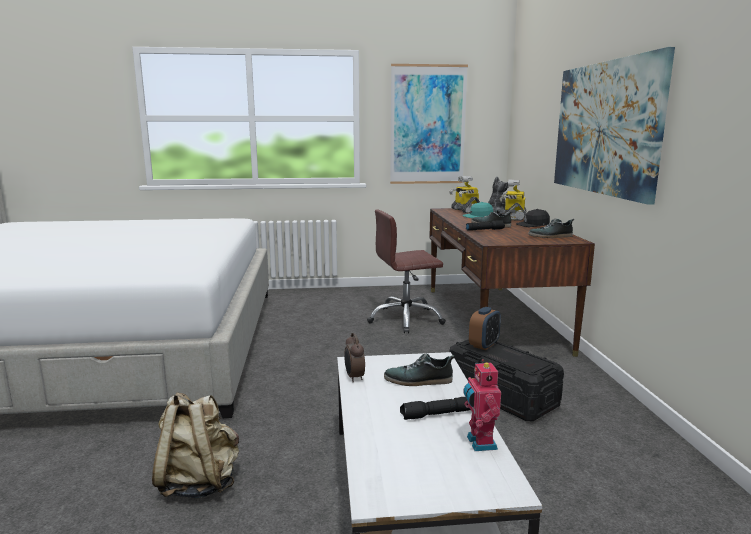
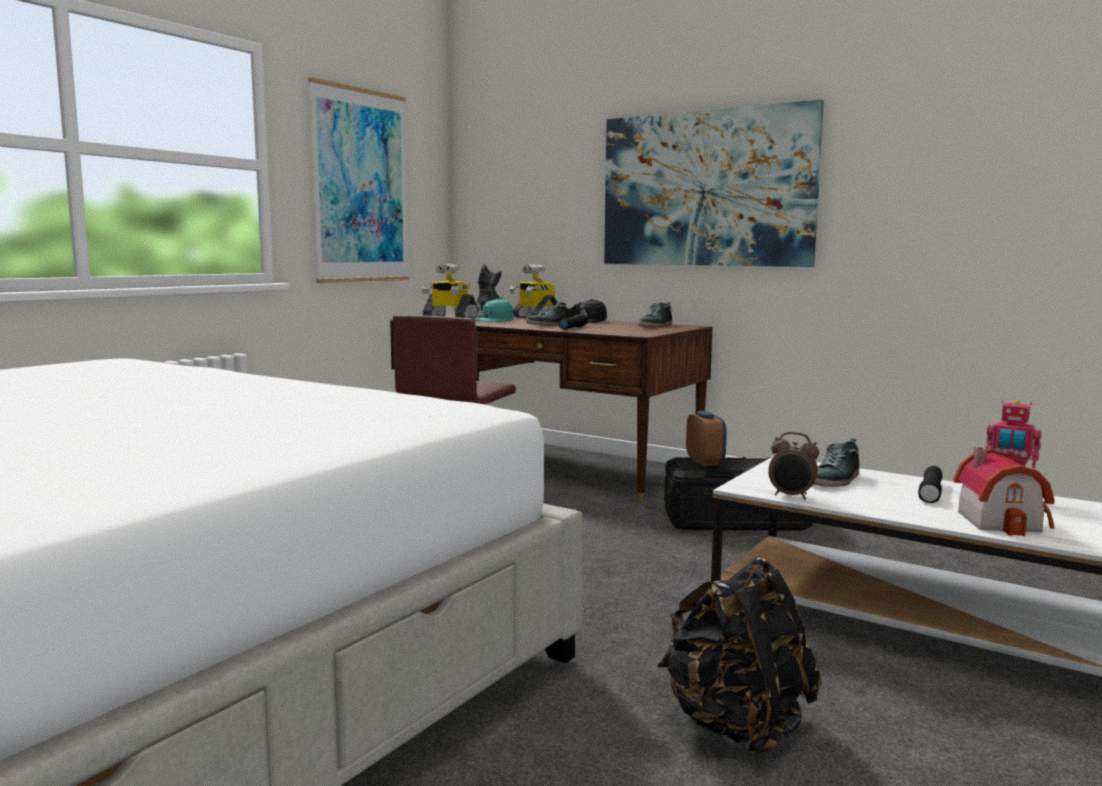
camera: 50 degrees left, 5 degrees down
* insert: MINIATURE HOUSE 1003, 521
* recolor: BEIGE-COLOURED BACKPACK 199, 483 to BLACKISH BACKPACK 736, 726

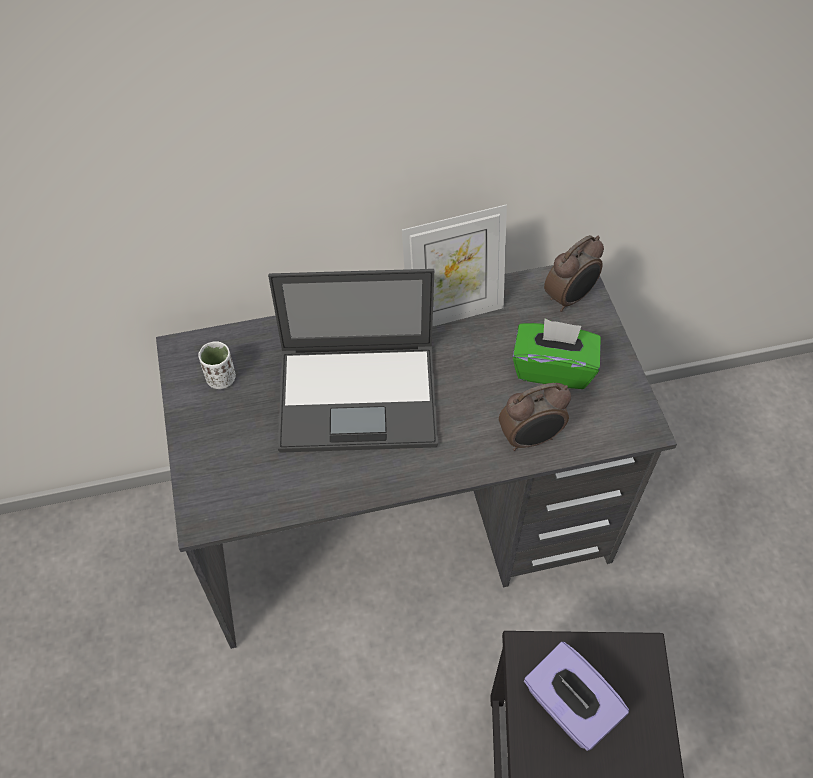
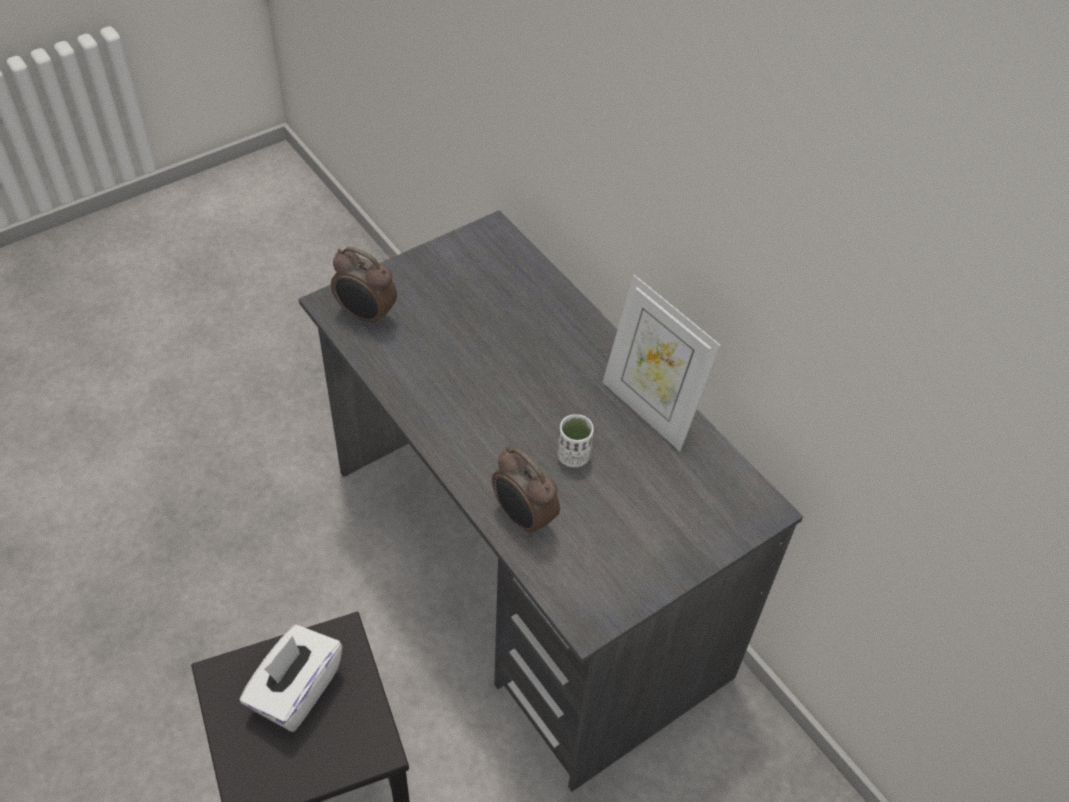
camera: 65 degrees right, 5 degrees down
* delete: NOTEBOOK COMPUTER 360, 396
* delete: GREEN TISSUE HOLDER 552, 368
* move: WHITISH DRINKING CUP 221, 378 to 573, 456
* move: BEDSIDE CLOCK 570, 298 to 366, 316
* recolor: PURPLE TISSUE HOLDER 569, 706 to WHITISH TISSUE HOLDER 296, 690

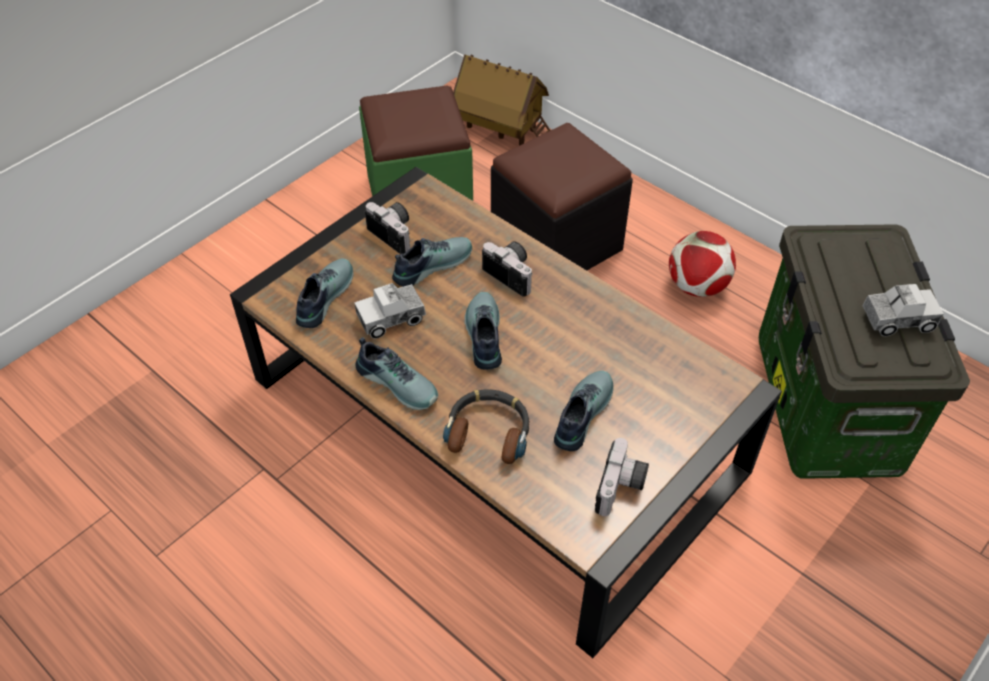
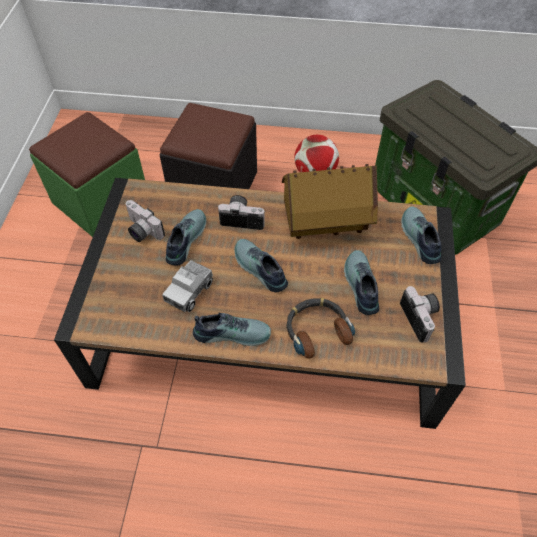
camera: 35 degrees left, 5 degrees up
* delete: TOY TRUCK 897, 320
* move: ITEM OF FOOTWEAR 322, 297 to 418, 239
* move: MINIATURE HOUSE 501, 129 to 326, 224
* rotate: STILL CAMERA 395, 234 = 141, 231 150 degrees counterclockwise

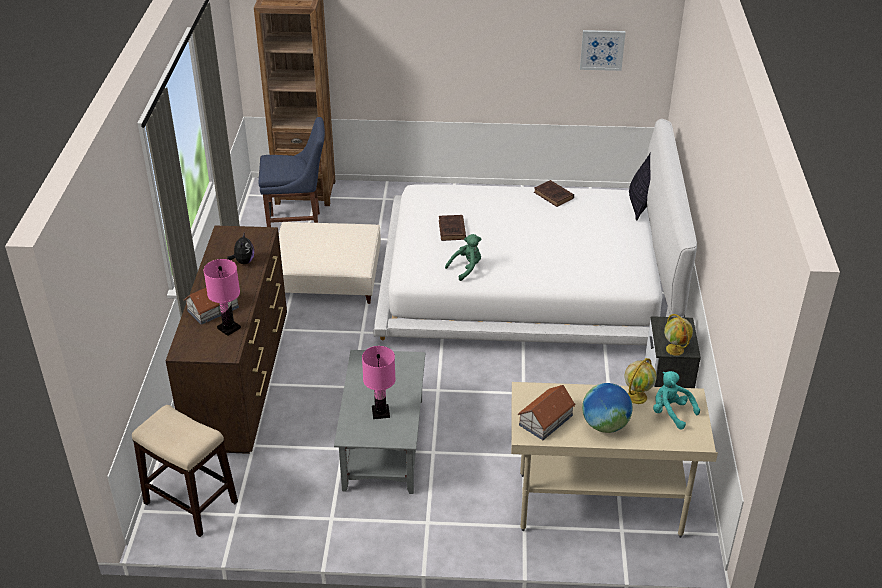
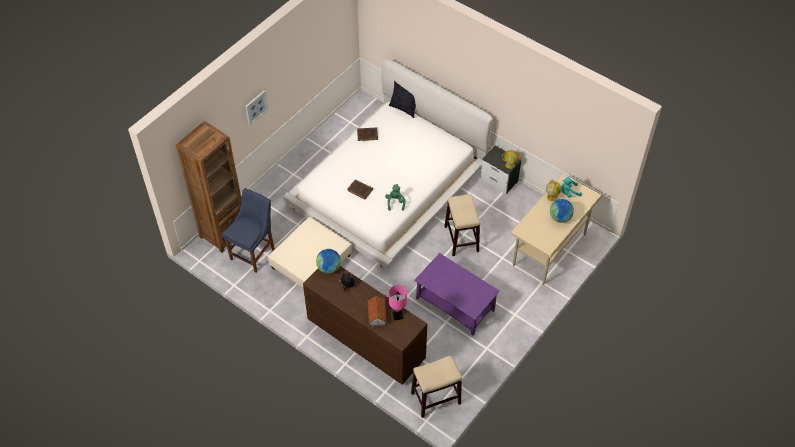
camera: 55 degrees left, 15 degrees up
* delete: PINK-COLOURED TABLE LAMP 380, 412
* delete: MINIATURE HOUSE 546, 420
* insert: GLOBE 329, 268
* insert: SITTING STOOL 461, 239
* move: WALL PICTURE 602, 49 to 256, 107
* recolor: GREYISH LOUNGE TABLE 384, 444 to PURPLE LOUNGE TABLE 456, 304

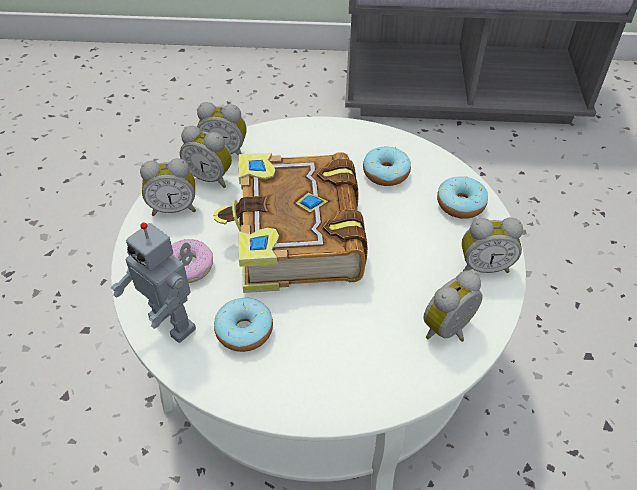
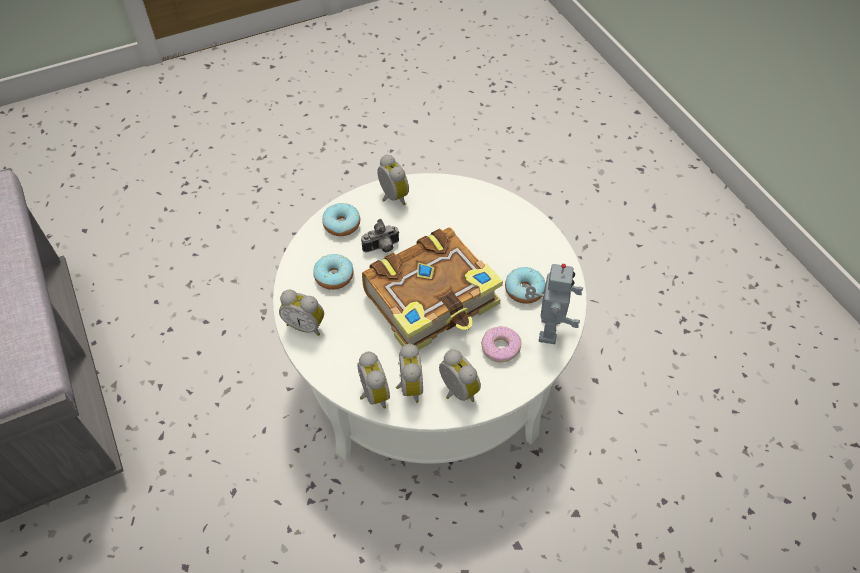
camera: 120 degrees left, 5 degrees up
* insert: STILL CAMERA 382, 248
* move: BEDSIDE CLOCK 450, 331 to 306, 325

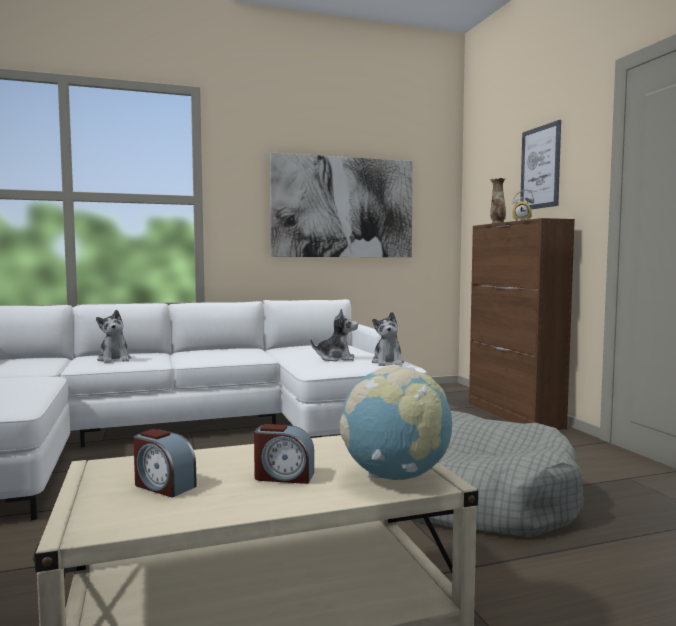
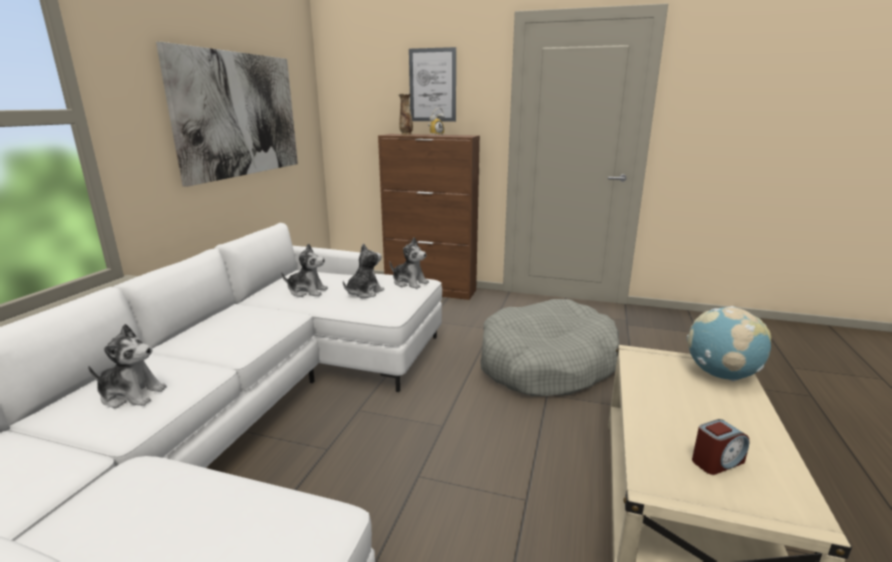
camera: 55 degrees left, 15 degrees up
* delete: BEDSIDE CLOCK 284, 476
* insert: SOFT TOY 307, 291

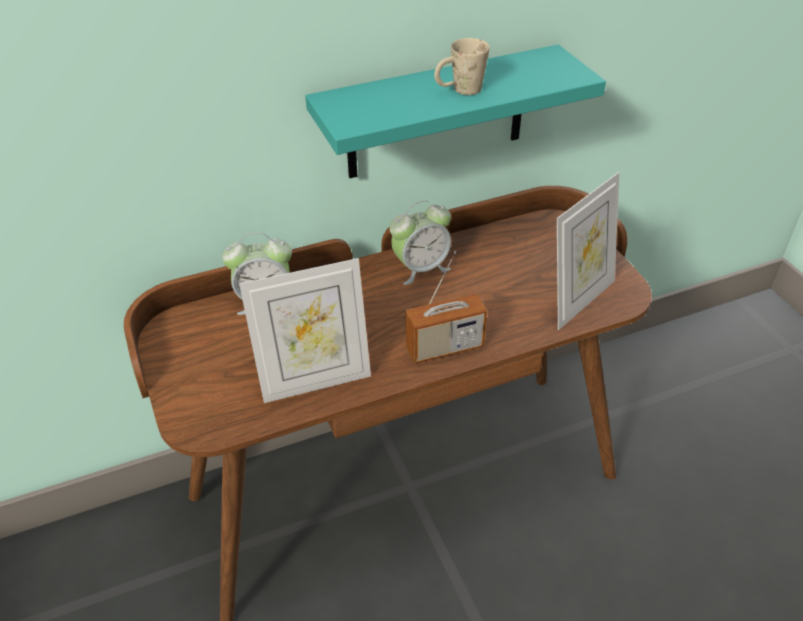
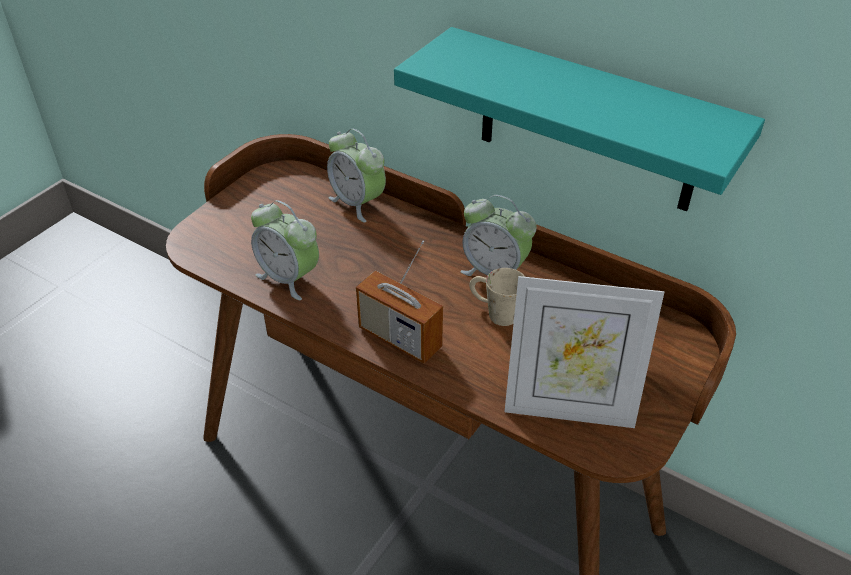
camera: 55 degrees right, 0 degrees up
* move: BEIGE-COLOURED TEA MUG 459, 91 to 494, 312
* replace: STANDING FRAME 315, 381 to BEDSIDE CLOCK 289, 278

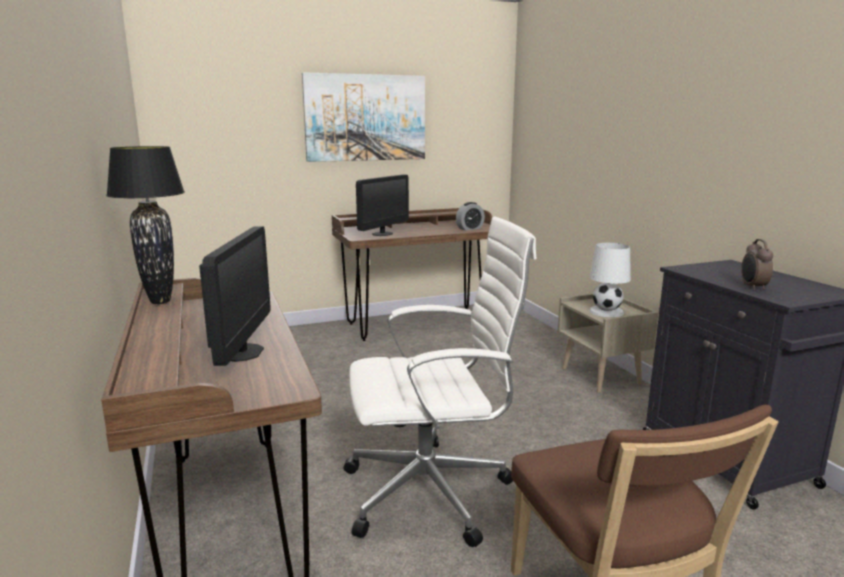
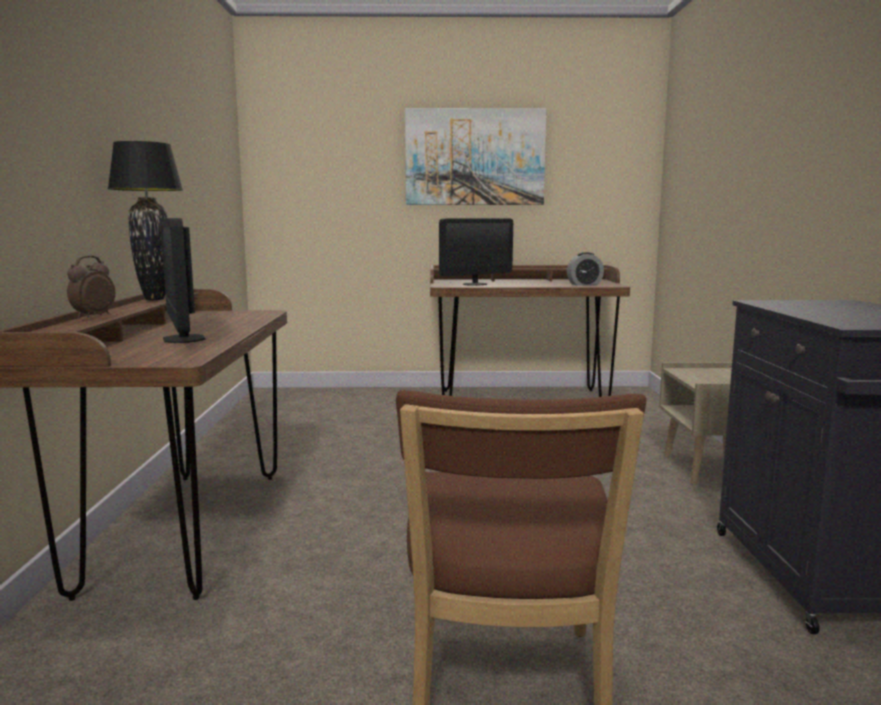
camera: 20 degrees right, 5 degrees down
* delete: WHITISH DESK CHAIR 432, 491
* delete: WHITISH TABLE LAMP 607, 312
* move: BEDSIDE CLOCK 752, 287 to 93, 316
* rotate: COMPUTER SCREEN 242, 352 = 184, 339 135 degrees clockwise

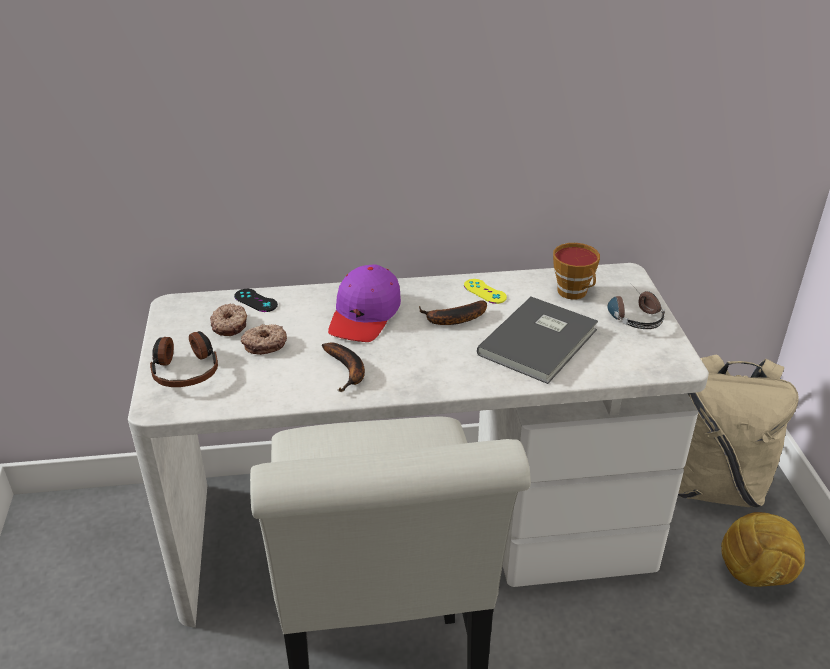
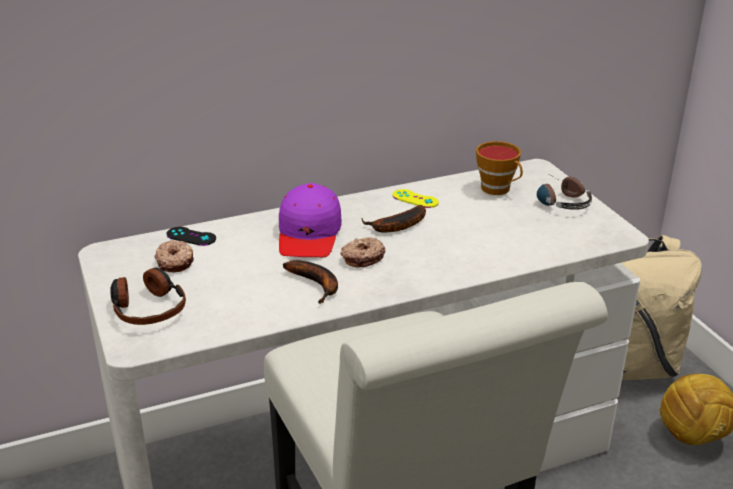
camera: 15 degrees left, 5 degrees down
* delete: GREYISH VOLUME 541, 342
* move: RING DOUGHNUT 264, 344 to 362, 257

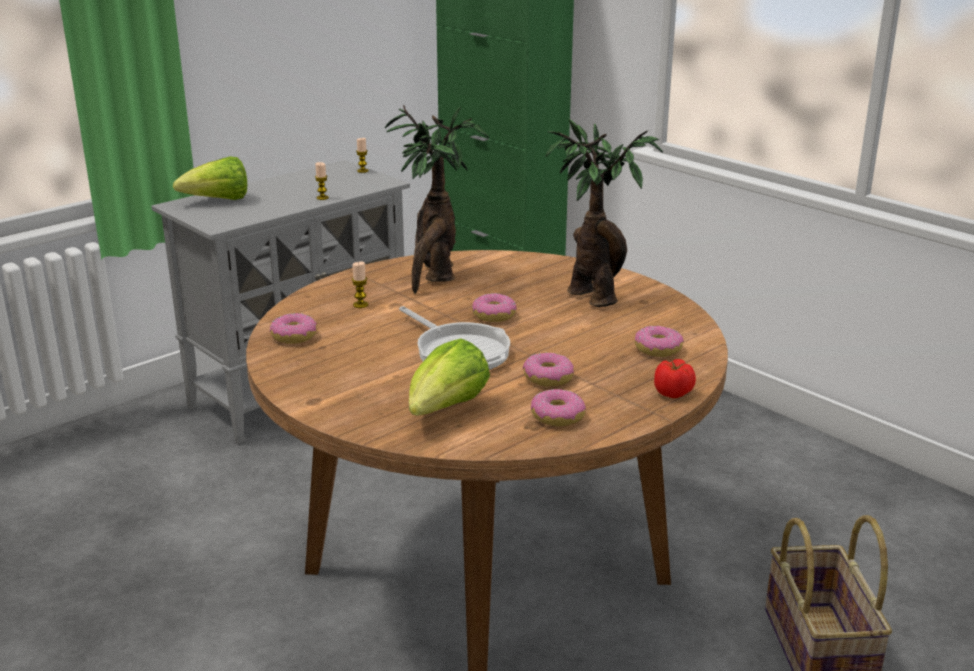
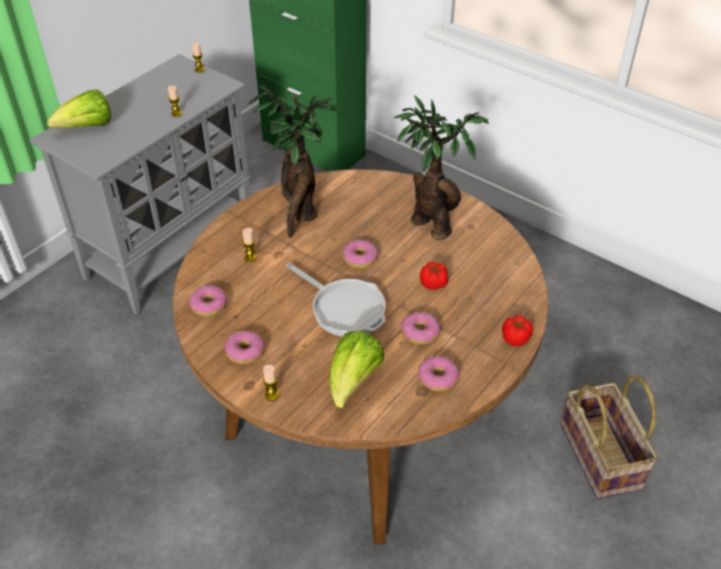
camera: 10 degrees left, 20 degrees up
* insert: WAX CANDLE 272, 395
* insert: WHOLE TOMATO 434, 284
* move: RING DOUGHNUT 658, 349 to 245, 352

